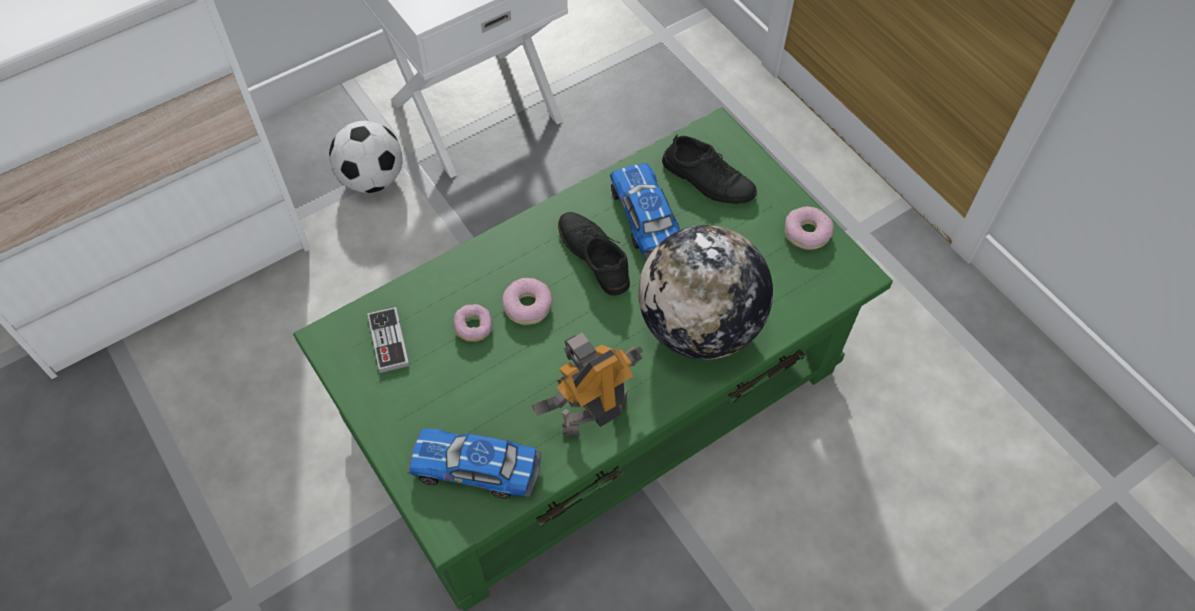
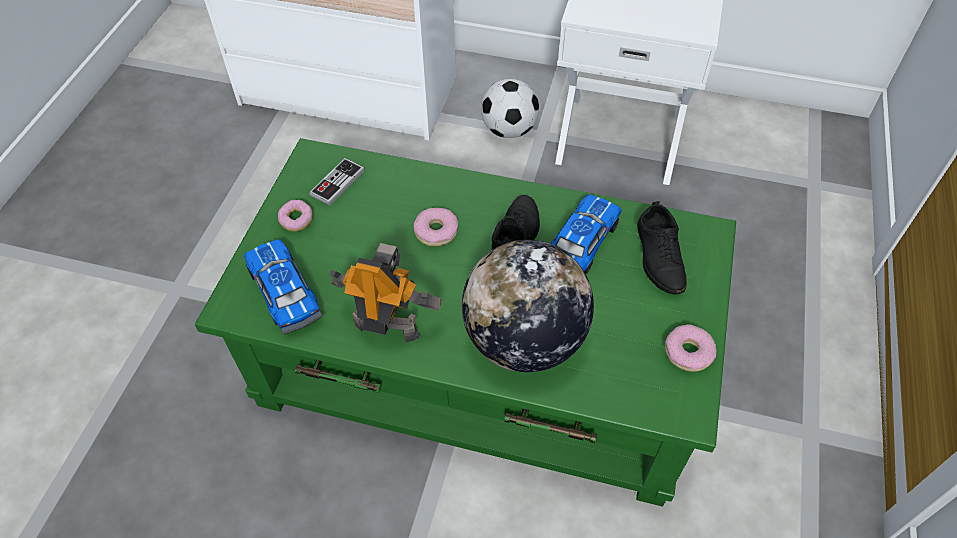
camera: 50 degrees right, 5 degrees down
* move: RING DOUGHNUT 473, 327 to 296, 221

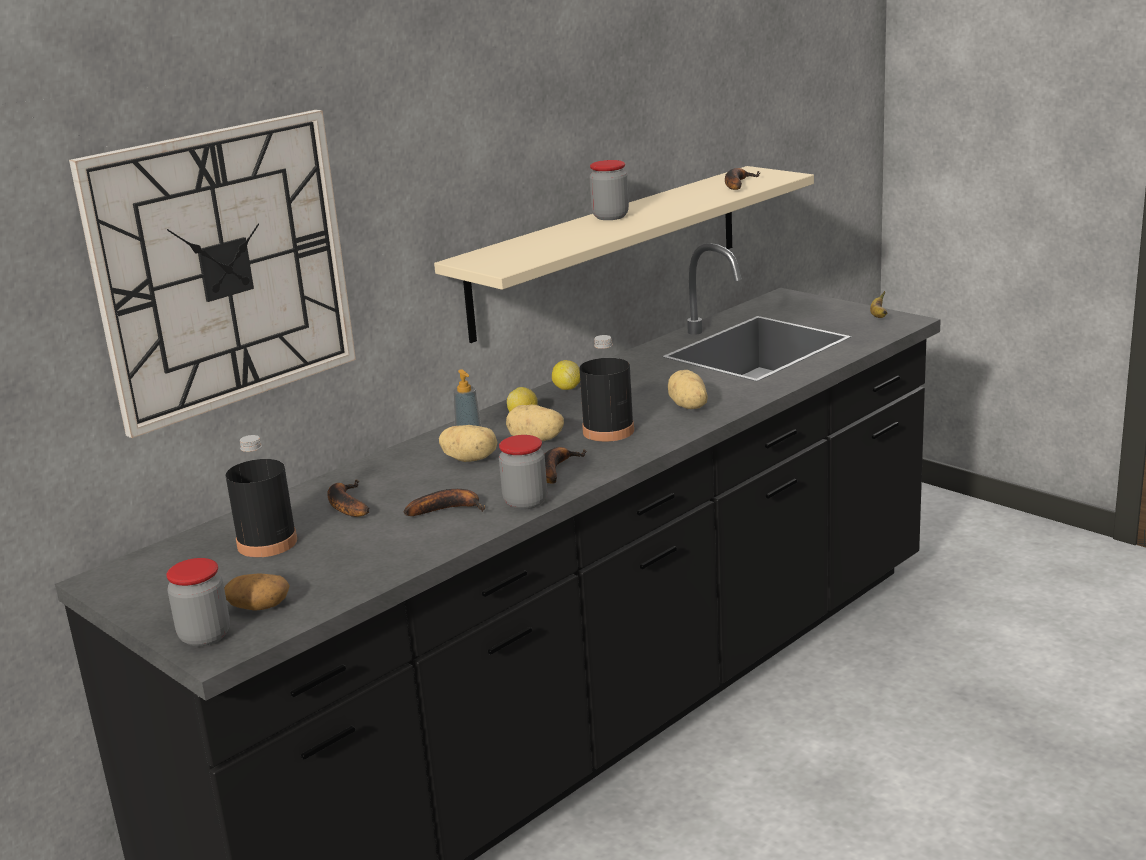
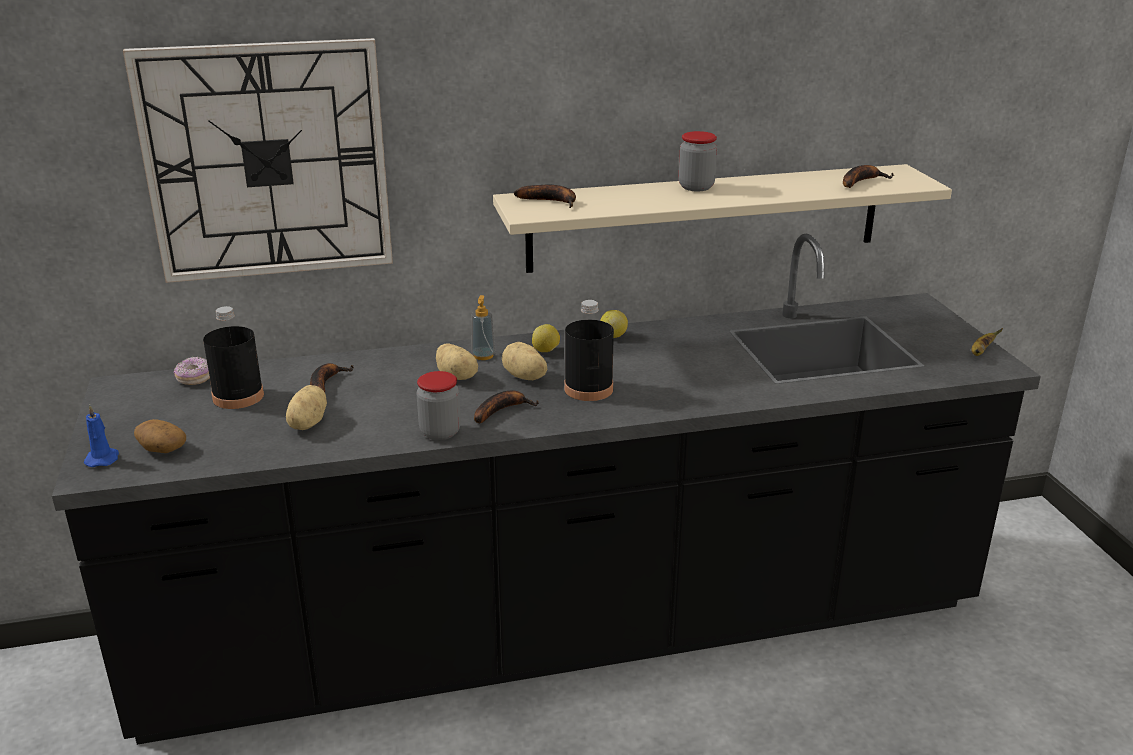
camera: 30 degrees right, 5 degrees up
* insert: RING DOUGHNUT 194, 378
* move: BANANA 448, 509 to 551, 201
* move: WHOLE POTATO 688, 406 to 306, 424
* replace: JAR 205, 636 to BLUE WAX CANDLE 102, 458

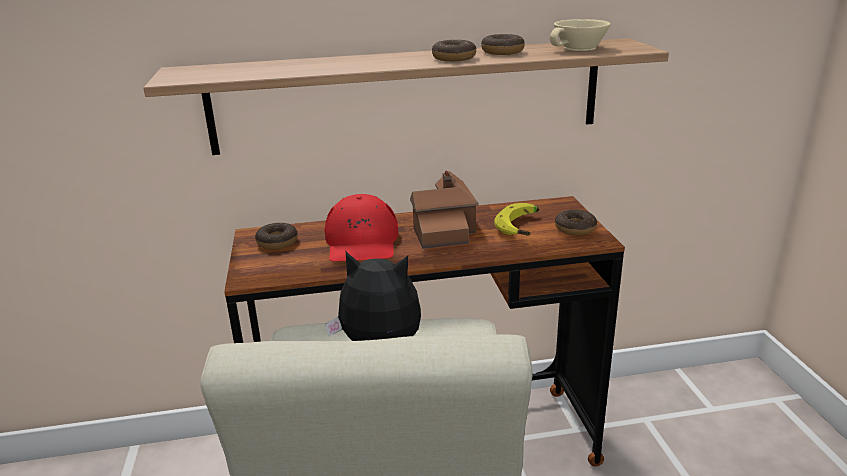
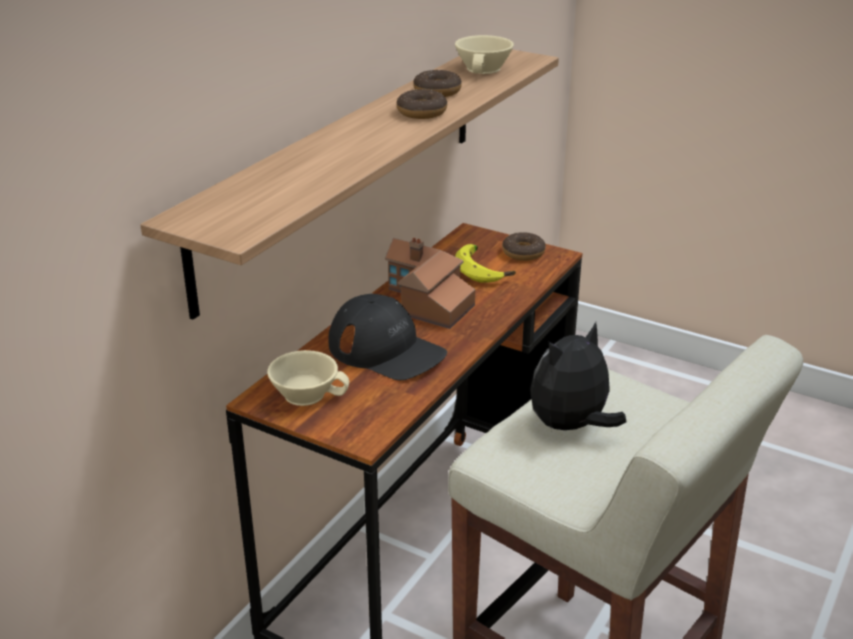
camera: 50 degrees left, 5 degrees up
* replace: RING DOUGHNUT 277, 242 to BEIGE-COLOURED DRINKING CUP 307, 392
* recolor: RED-COLOURED BASEBALL CAP 362, 242 to BLACKISH BASEBALL CAP 386, 350

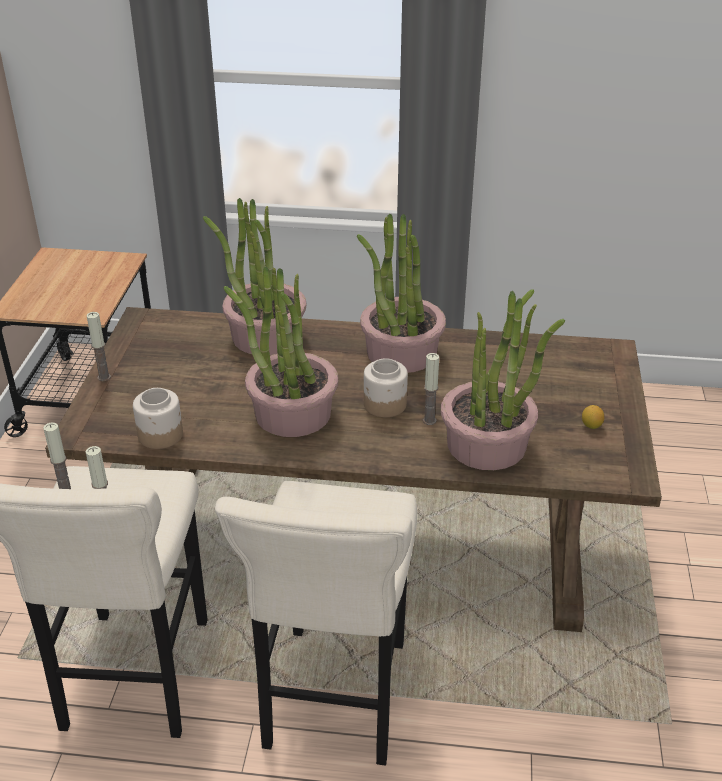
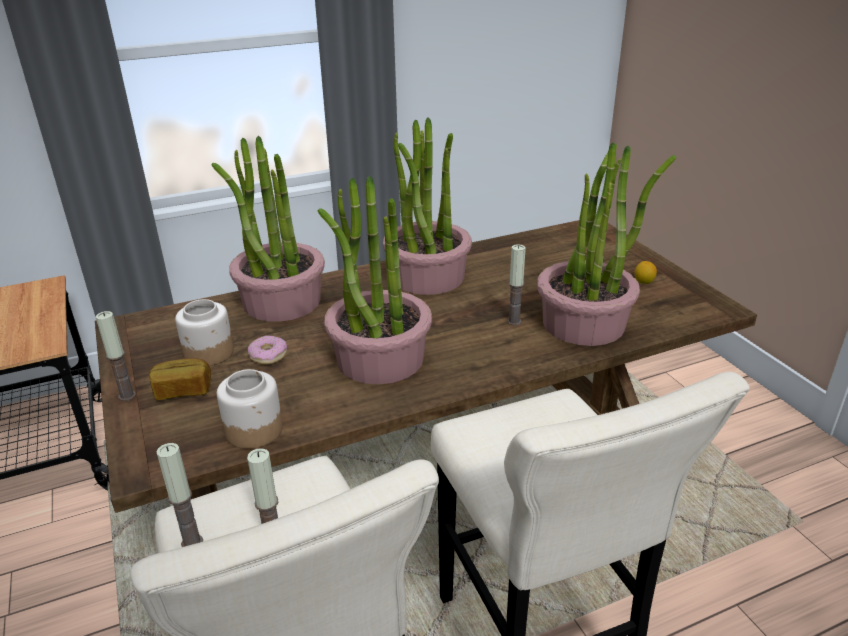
camera: 30 degrees left, 5 degrees down
* insert: BAKED BREAD 183, 390
* insert: RING DOUGHNUT 268, 355
* move: JAR 384, 405 to 209, 353

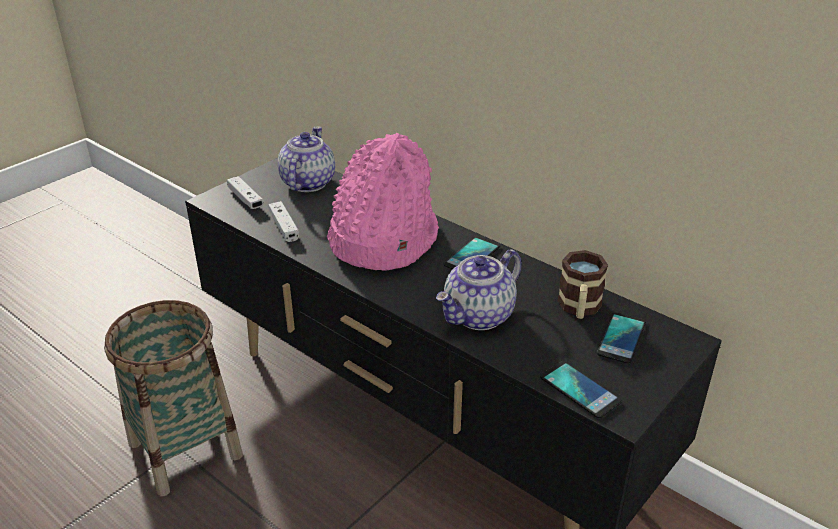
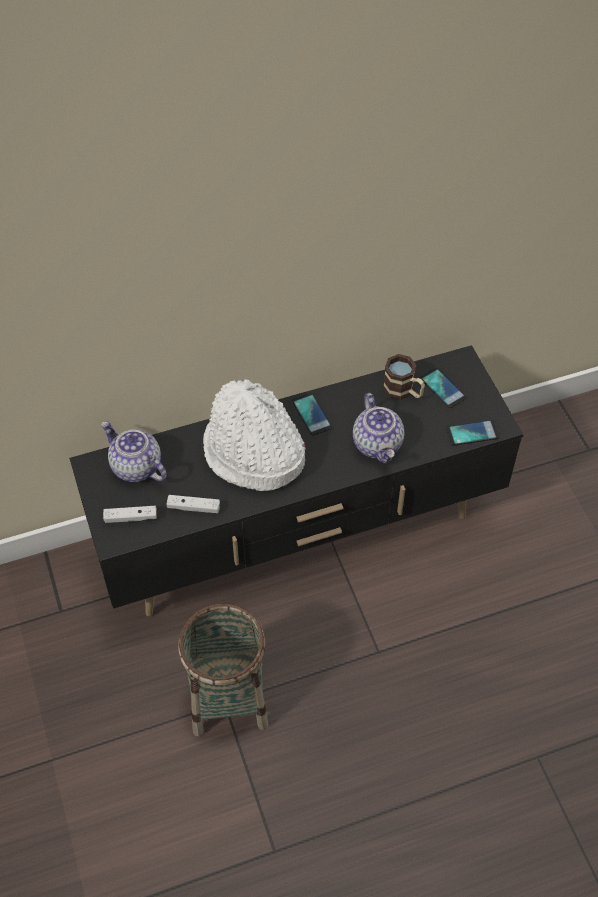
camera: 60 degrees left, 20 degrees up
* recolor: PINK-COLOURED HAT 381, 238 to WHITISH HAT 252, 454

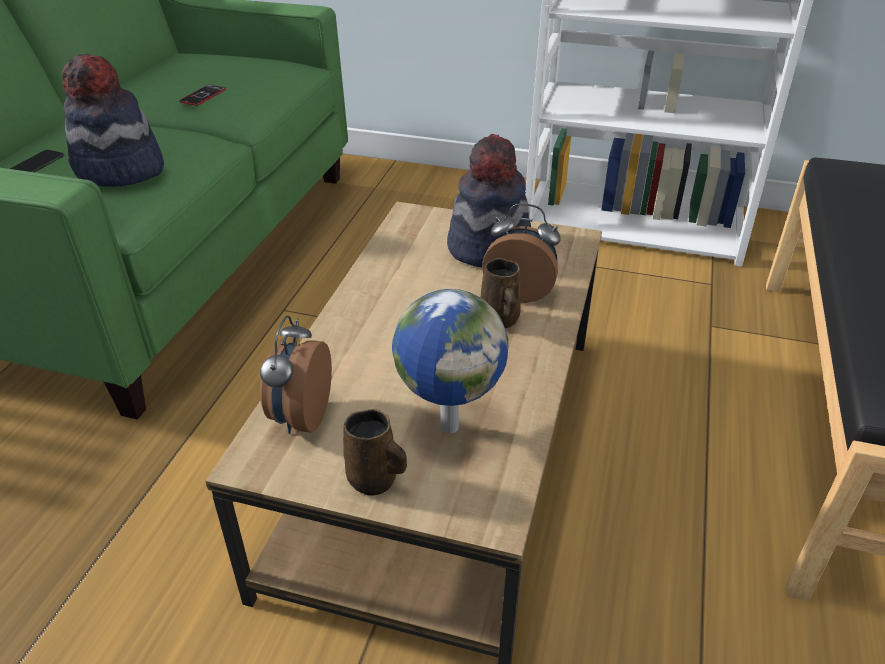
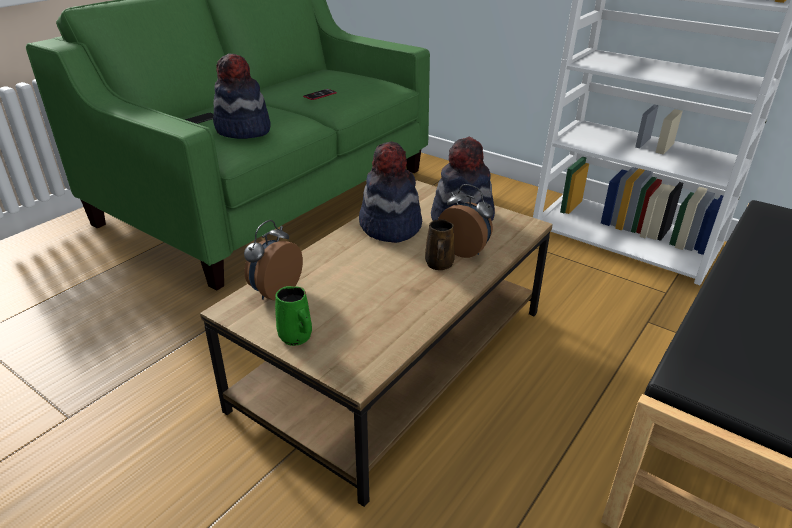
camera: 20 degrees right, 5 degrees down
* delete: GLOBE 448, 425
* insert: HAT 390, 226
* recolor: BROWN TEA MUG 375, 480 to GREEN TEA MUG 296, 337

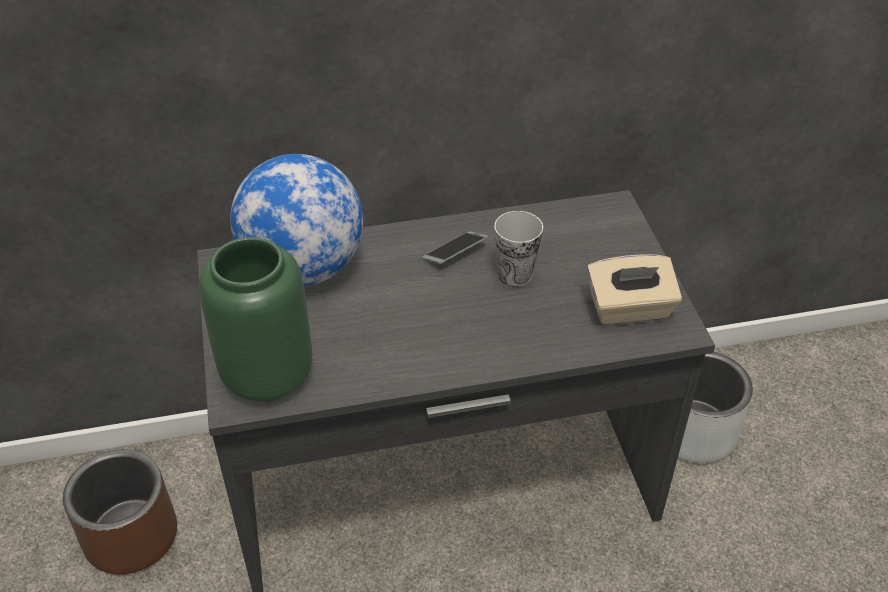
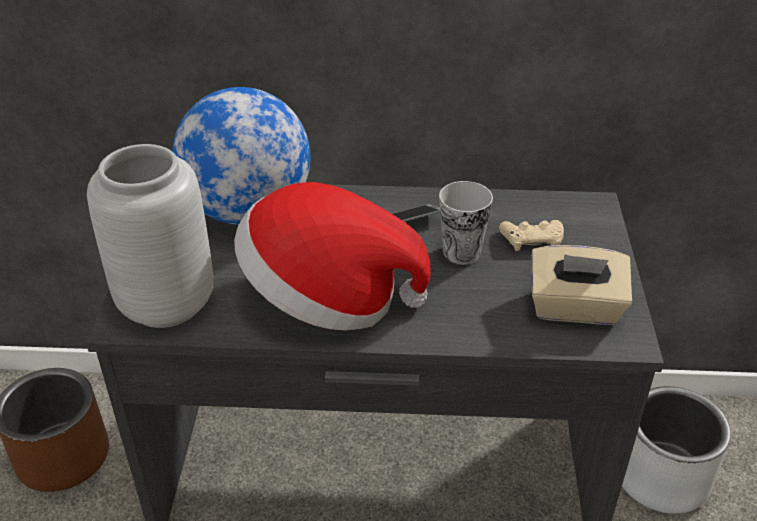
camera: 15 degrees right, 5 degrees down
* insert: HAT 327, 298
* insert: BEIGE-COLOURED GAME CONTROLLER 532, 240
* recolor: GREEN FLOWER VASE 268, 377 to GREYISH FLOWER VASE 167, 305

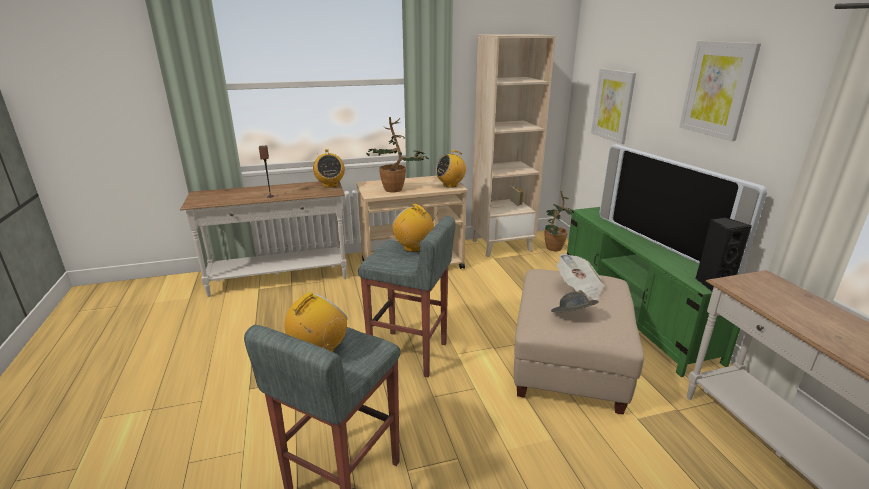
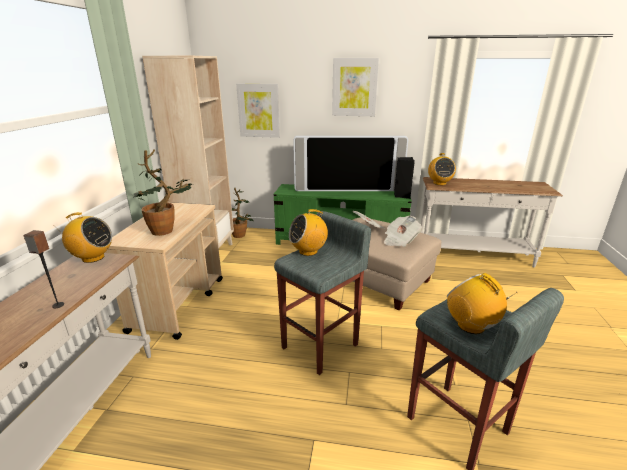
camera: 65 degrees left, 0 degrees up
* move: RADIO SET 450, 185 to 439, 183
* replace: GREYISH HAT 572, 316 to NEWSPAPER 400, 240

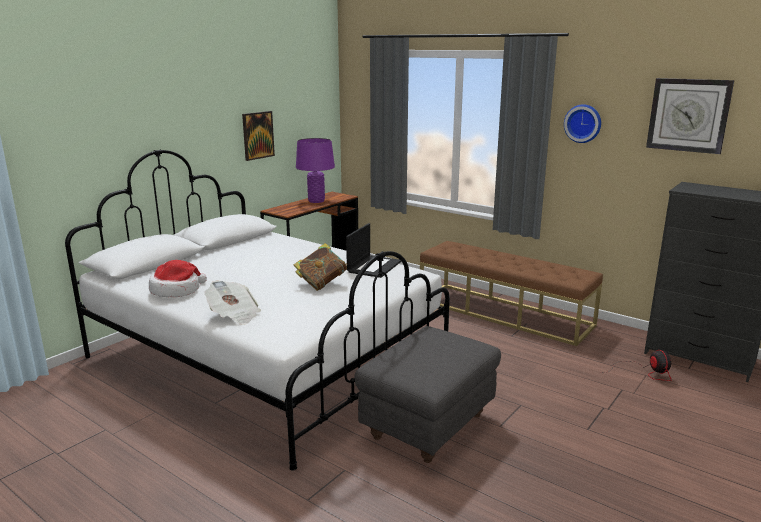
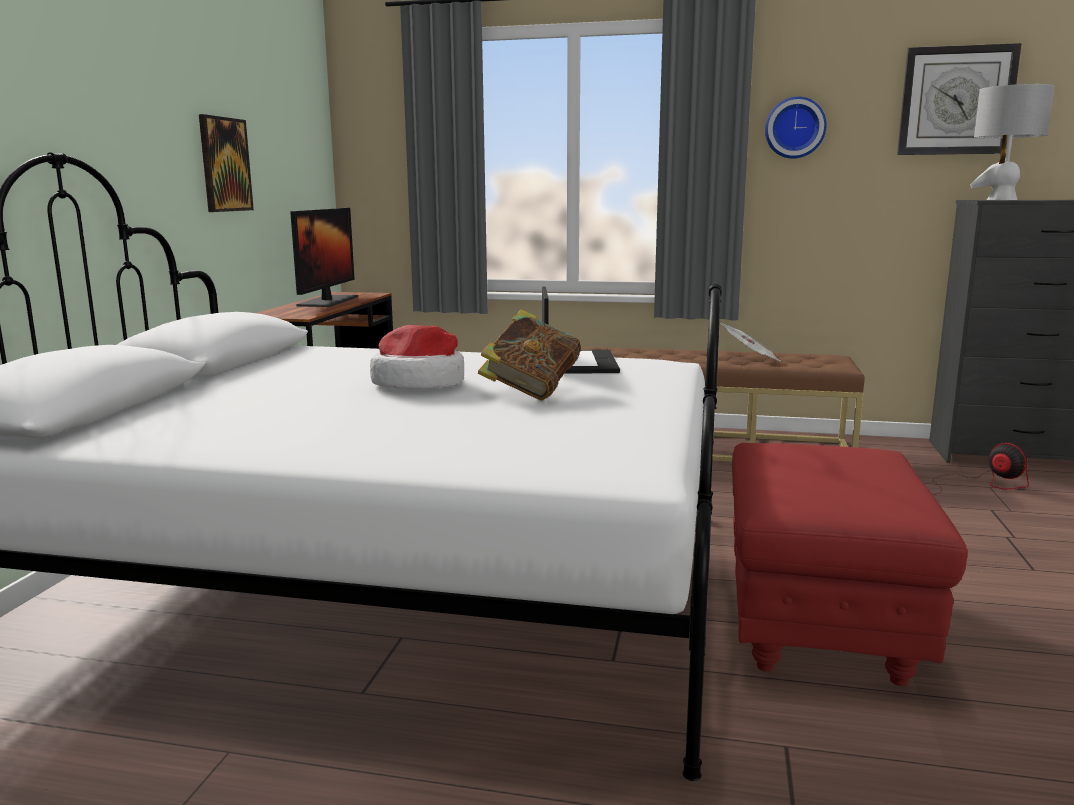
camera: 25 degrees left, 5 degrees down
* insert: GREYISH TABLE LAMP 1001, 199
* move: HAT 177, 290 to 419, 383
* move: NEWSPAPER 234, 315 to 750, 359
* replace: PURPLE TABLE LAMP 316, 201 to COMPUTER SCREEN 328, 301
* recolor: GREYISH POUFFE 428, 426 to RED-COLOURED POUFFE 817, 625

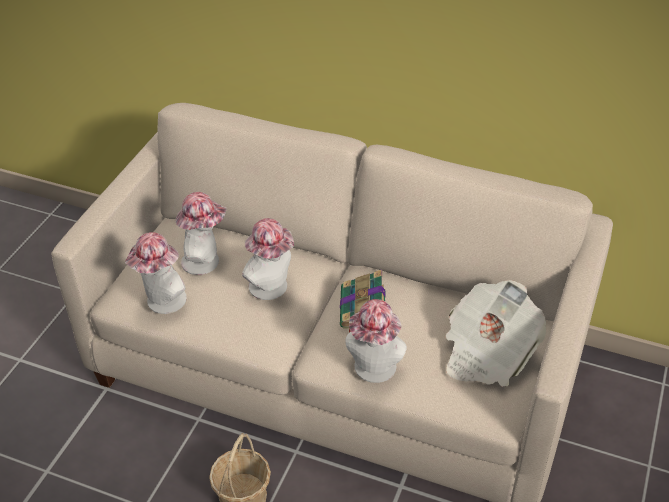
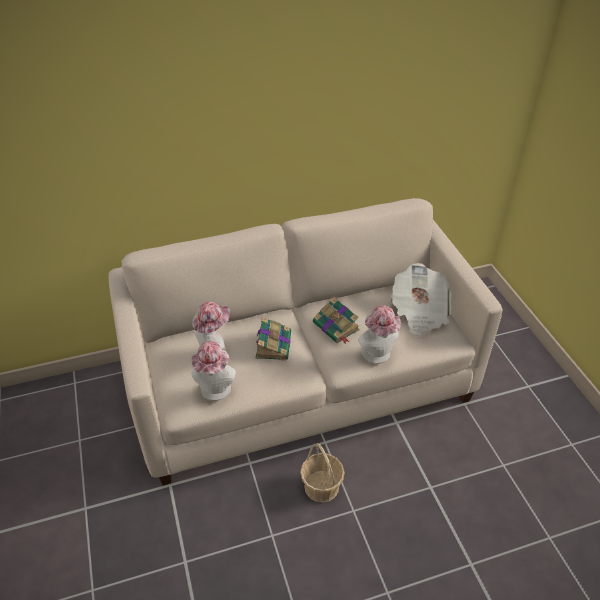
camera: 40 degrees left, 0 degrees up
* replace: HAT 272, 288 to VOLUME 273, 344

